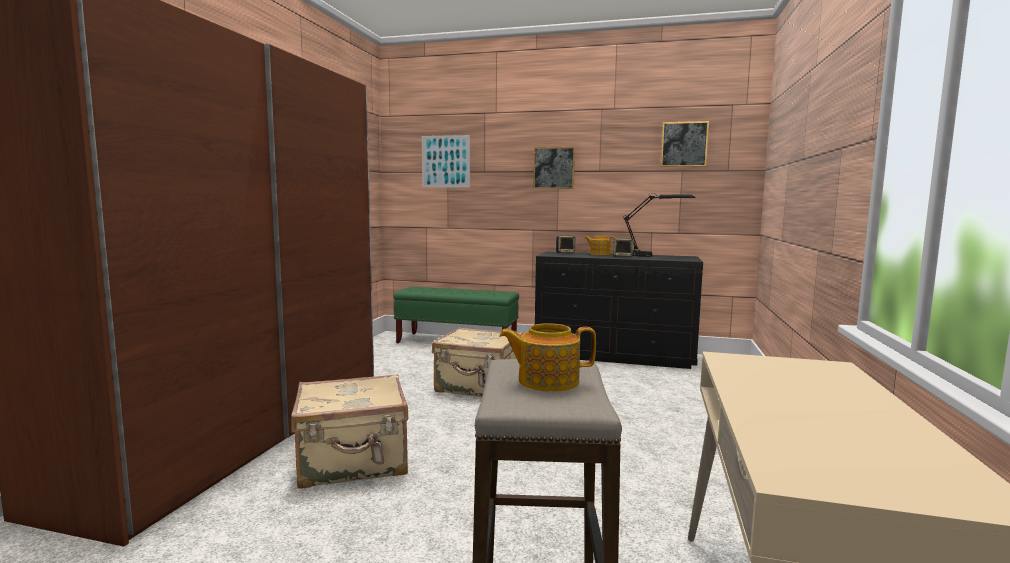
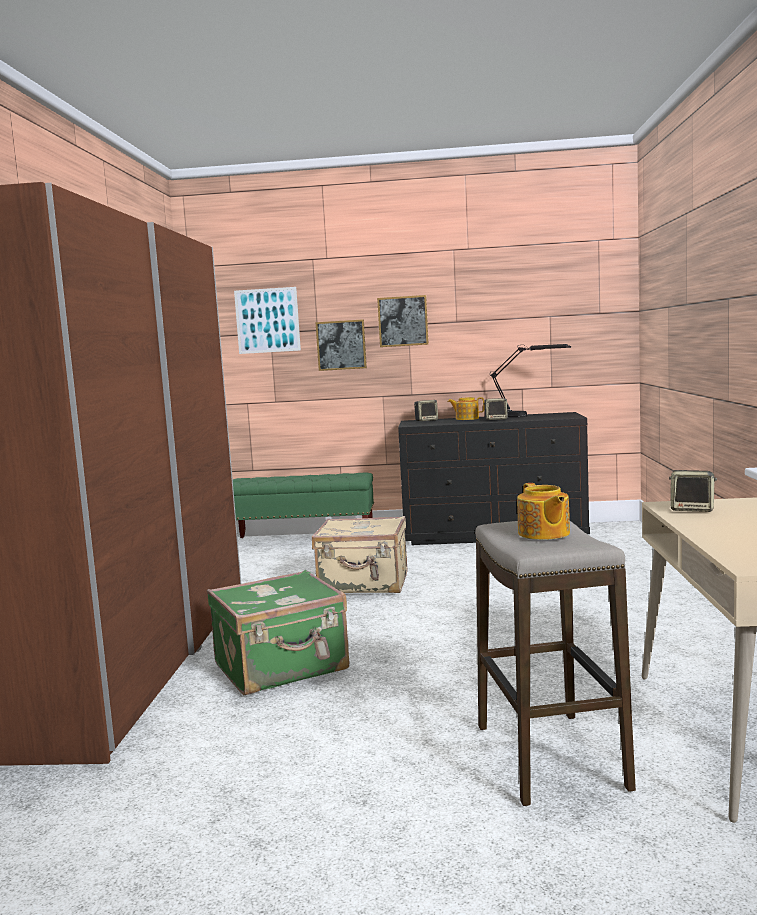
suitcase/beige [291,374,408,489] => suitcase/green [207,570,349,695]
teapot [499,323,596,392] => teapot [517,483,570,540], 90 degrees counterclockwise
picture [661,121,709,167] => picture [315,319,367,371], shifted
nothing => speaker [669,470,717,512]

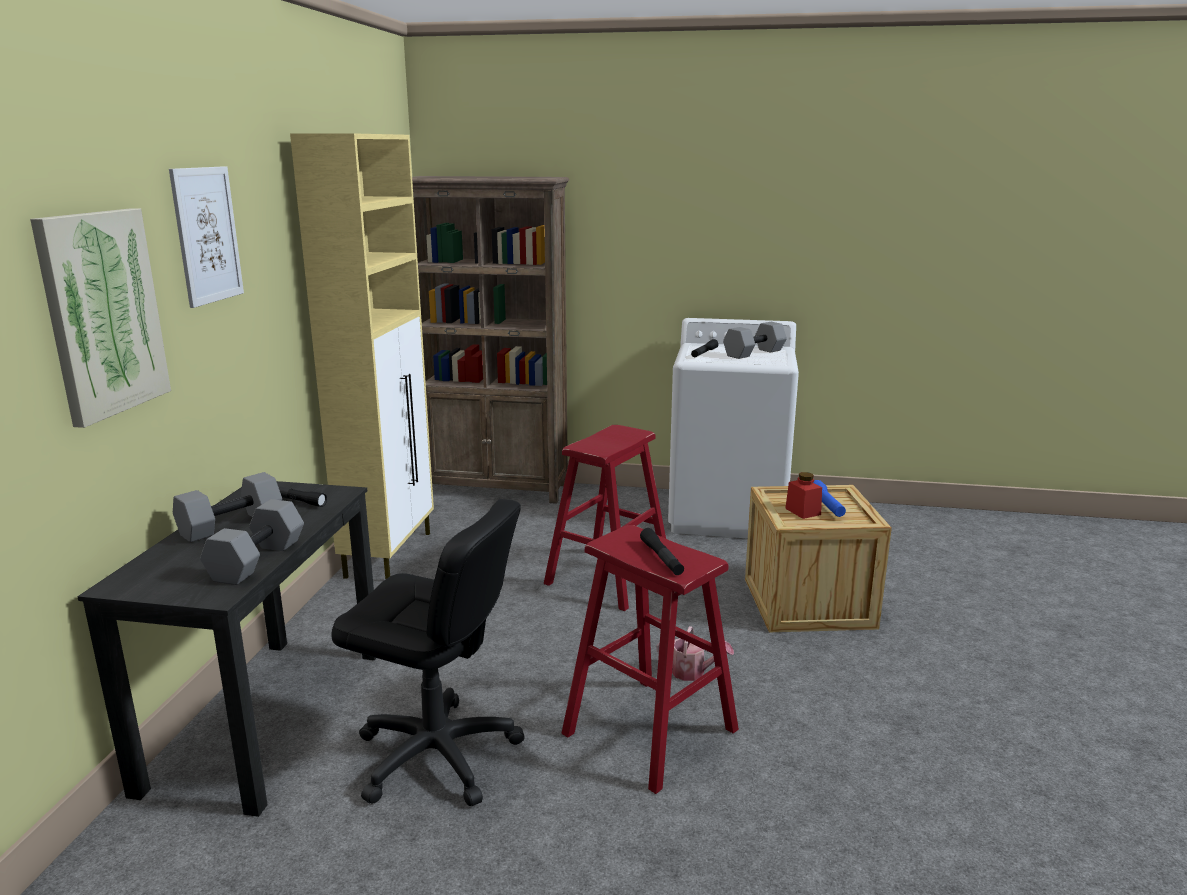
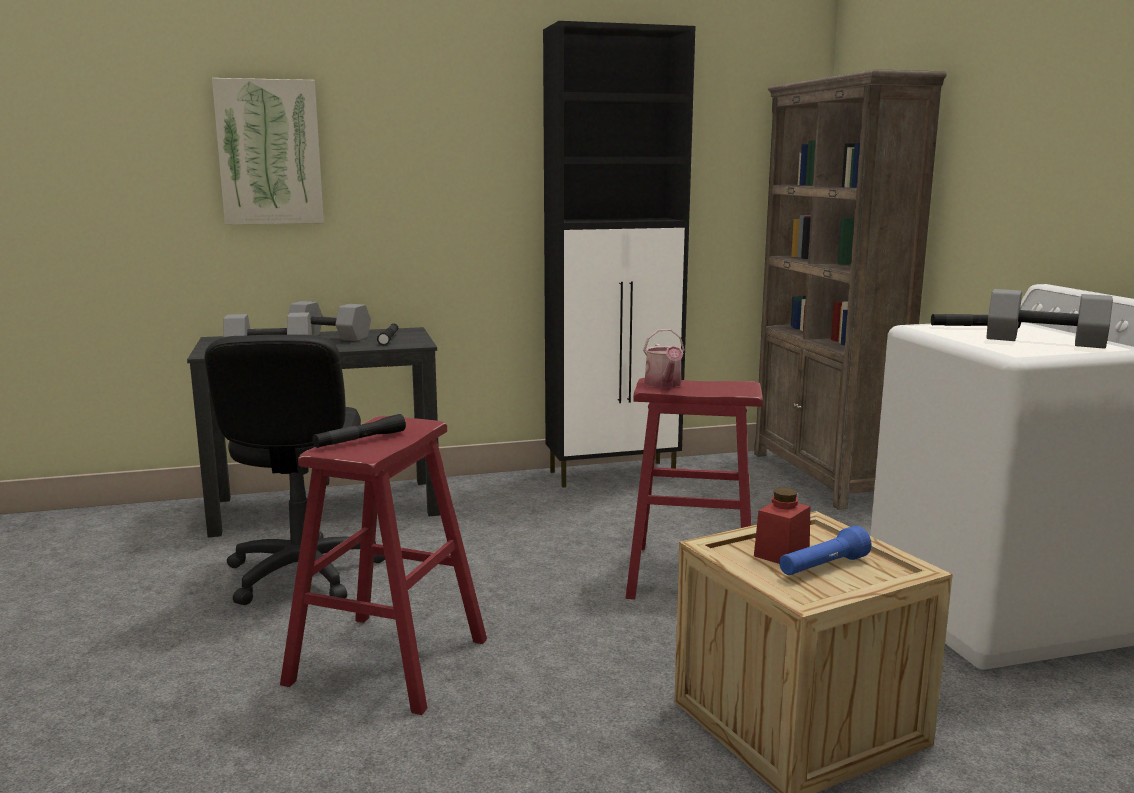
picture [169,166,244,308] => nothing
cabinet/beige [290,133,434,579] => cabinet/black [543,21,696,488]
watering can [657,626,734,681] => watering can [643,329,685,388], shifted

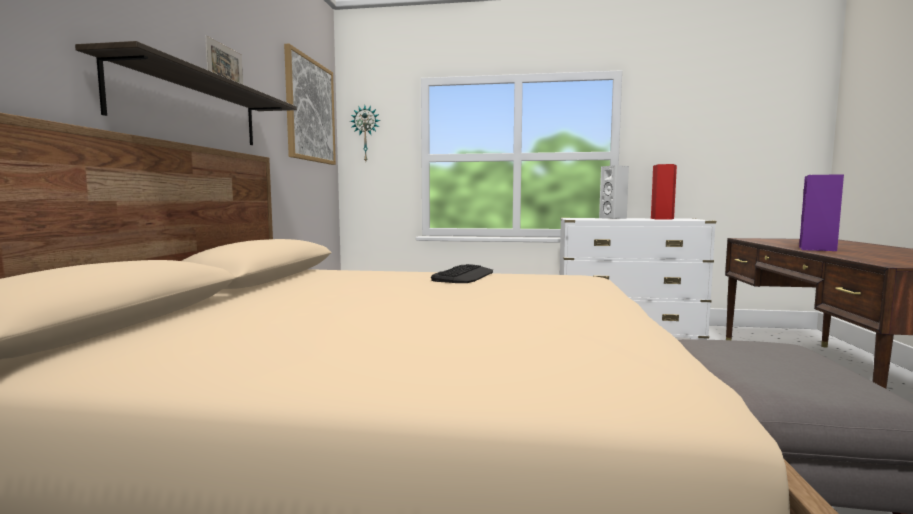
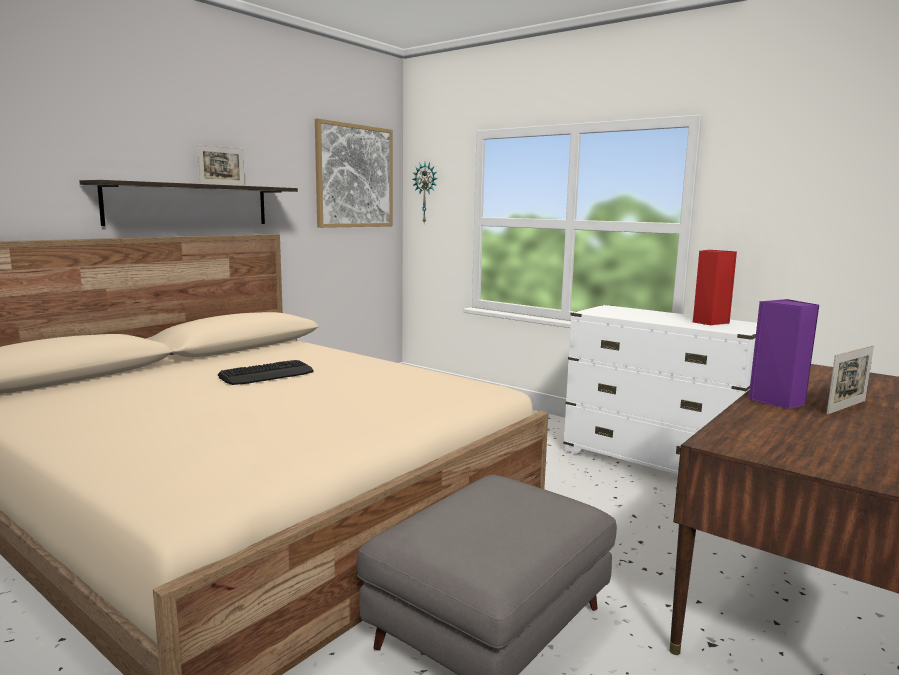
keyboard [431,264,493,283] => keyboard [218,360,314,385], shifted
speaker/white [599,165,629,219] => nothing
nothing => picture frame [826,345,874,414]

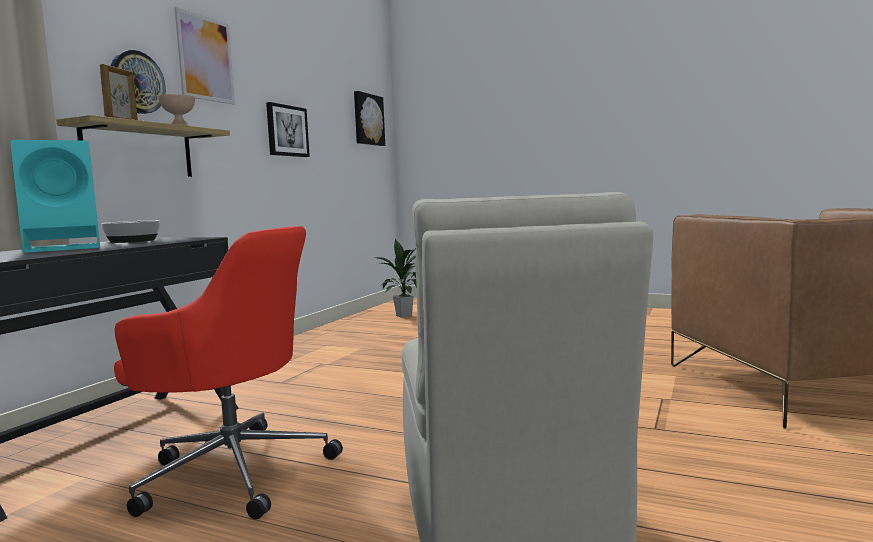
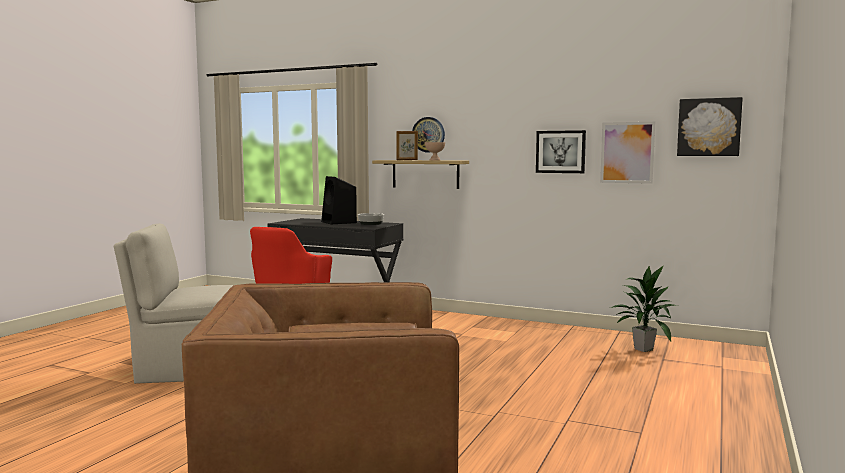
speaker/turquoise [10,140,100,253] => speaker/black [321,176,357,224]
picture [174,7,235,105] => picture [600,122,655,184], shifted

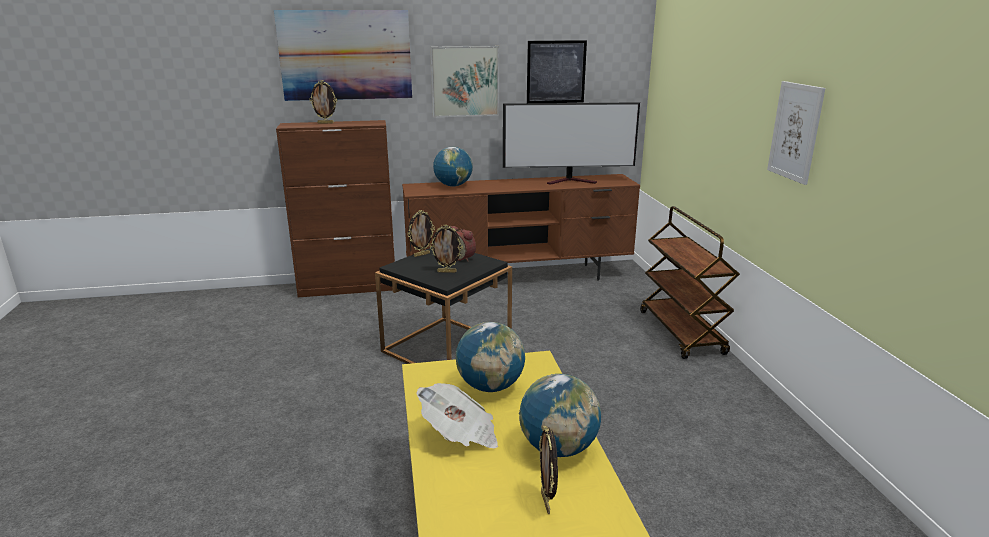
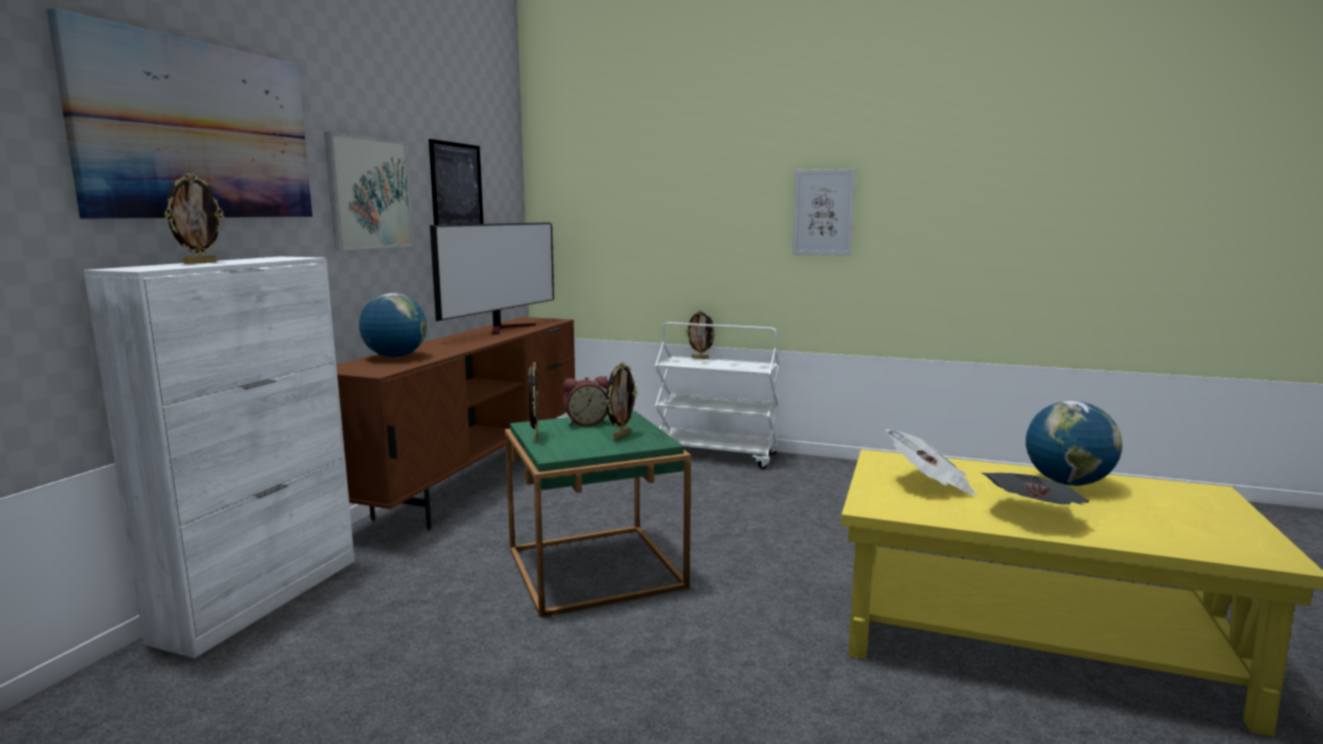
cabinet/brown [276,120,395,297] => cabinet/white [83,257,355,658]
side table/black [375,247,512,364] => side table/green [505,411,691,618]
globe [456,322,525,392] => newspaper [885,429,977,496]
picture frame [539,426,558,514] => picture frame [685,310,716,359], shifted
cart/brown [640,206,740,359] => cart/white [655,322,780,469]

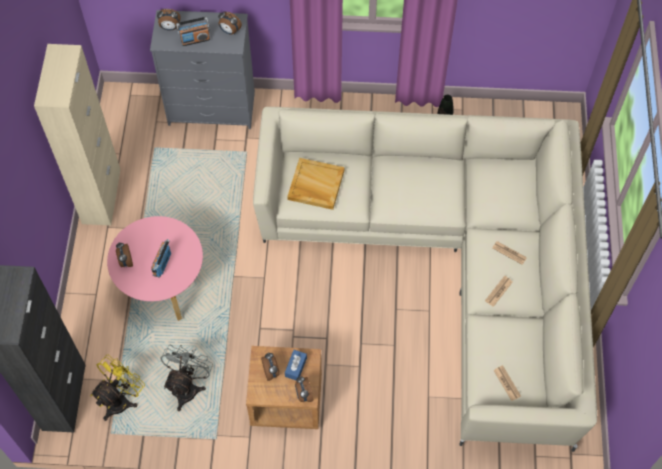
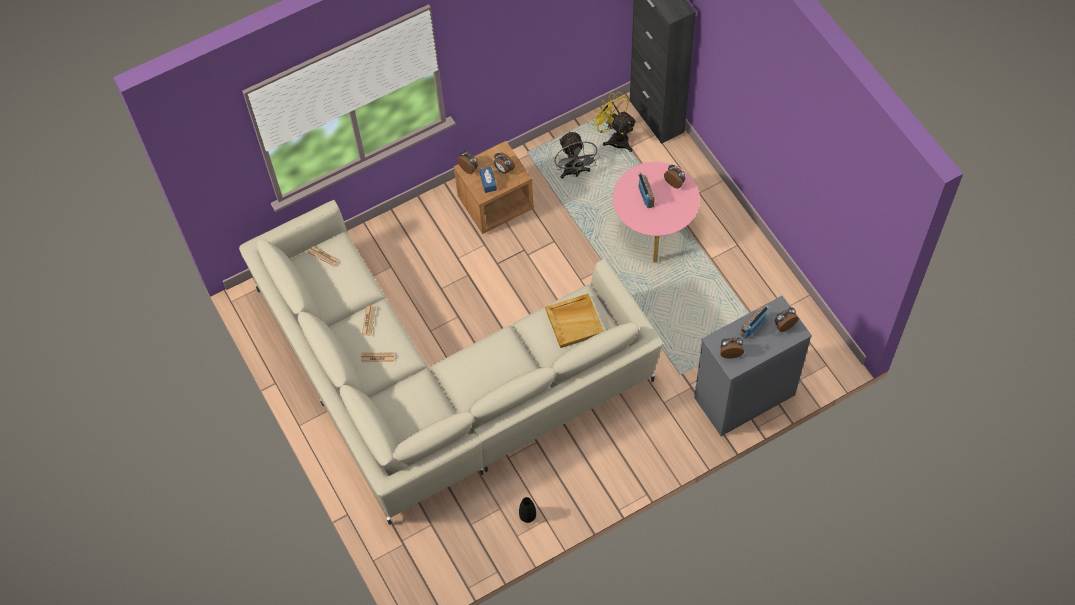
cabinet/beige [34,44,121,226] => nothing
fan/yellow [91,355,145,421] => fan/yellow [591,92,637,152], 135 degrees clockwise

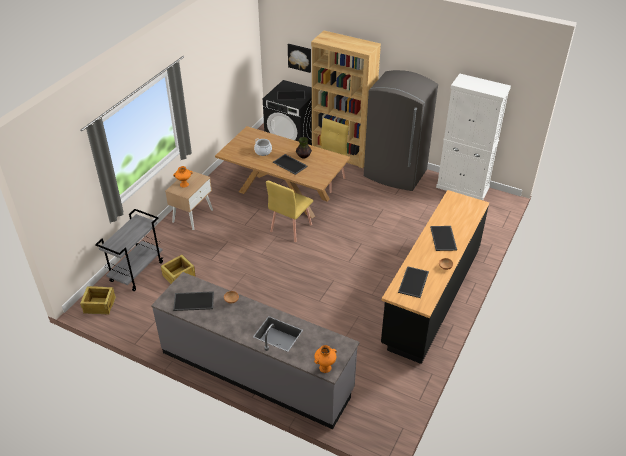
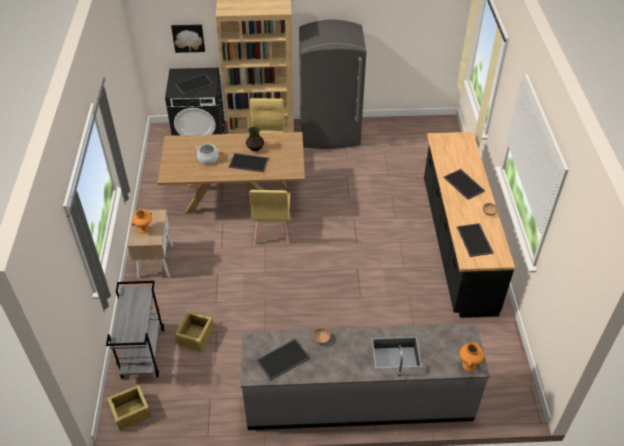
cabinet/white [436,74,511,200] => nothing

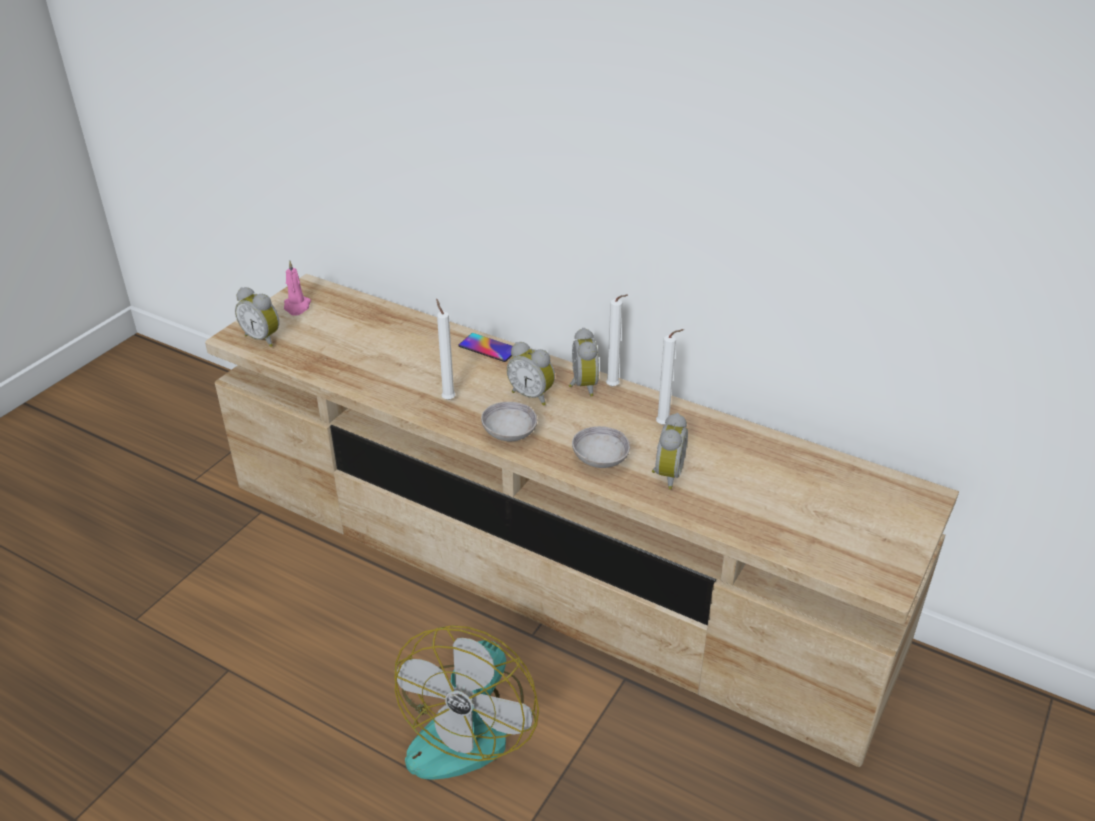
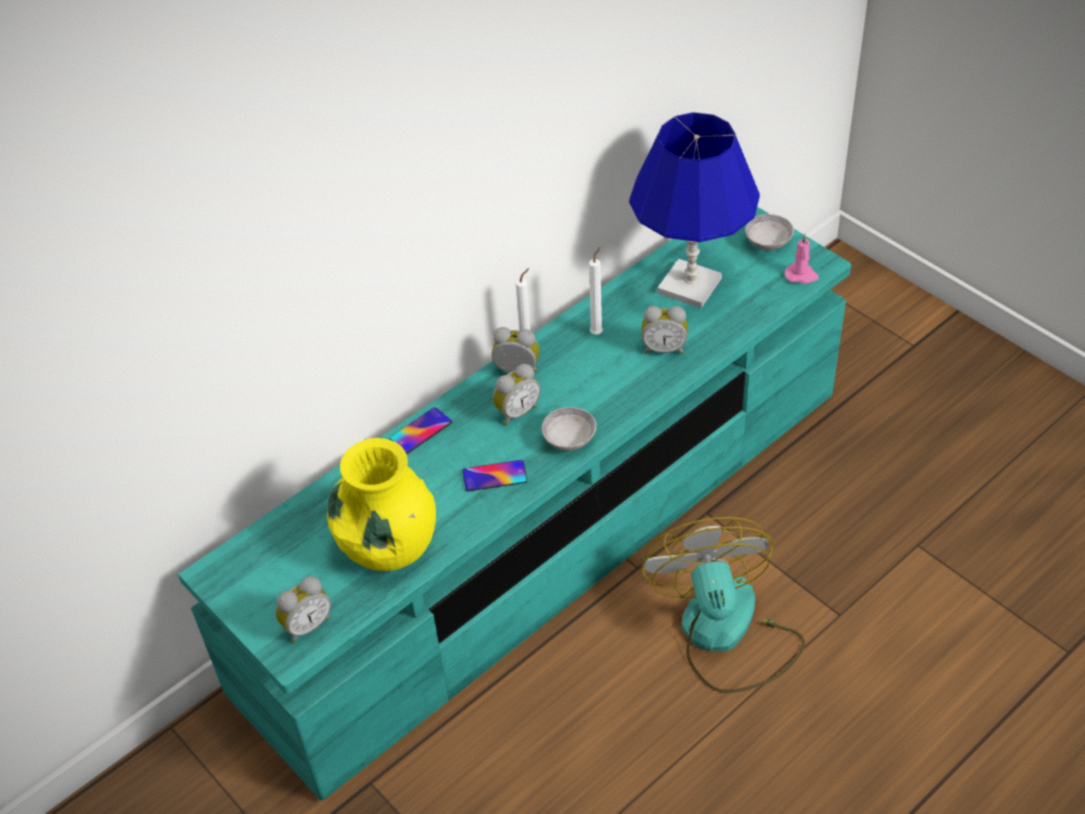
tv stand/beige [205,274,959,767] => tv stand/turquoise [178,207,851,800]
candle/pink [284,260,311,316] => candle/pink [785,234,819,284], shifted
fan [394,625,539,780] => fan [641,517,805,693], 135 degrees counterclockwise
candle/white [436,299,455,400] => phone [462,460,527,491]
bowl/grey [572,426,630,468] => bowl/grey [745,214,794,251], shifted
alarm clock [652,413,688,489] => alarm clock [642,306,688,354], 150 degrees clockwise
nothing => vase/yellow [327,438,436,571]
nothing => table lamp/blue [629,112,760,308]

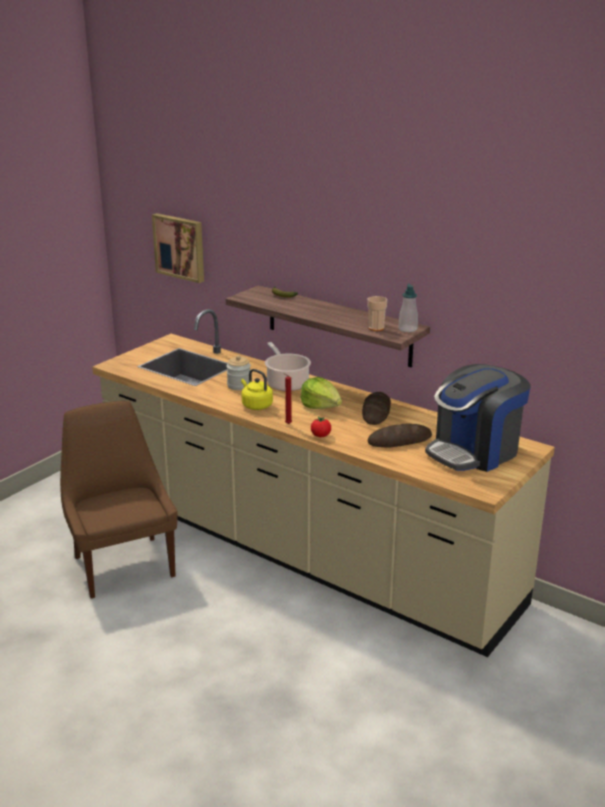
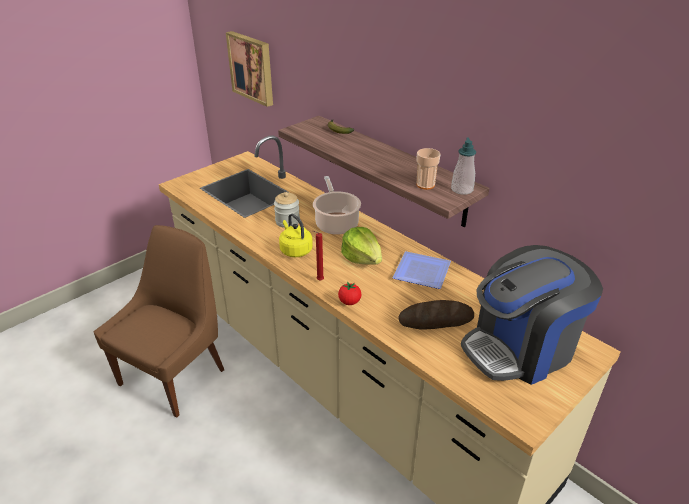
chair/brown [60,401,178,599] => chair/brown [94,225,224,418], 45 degrees clockwise
bread [362,392,391,425] => plate [392,251,451,289]

